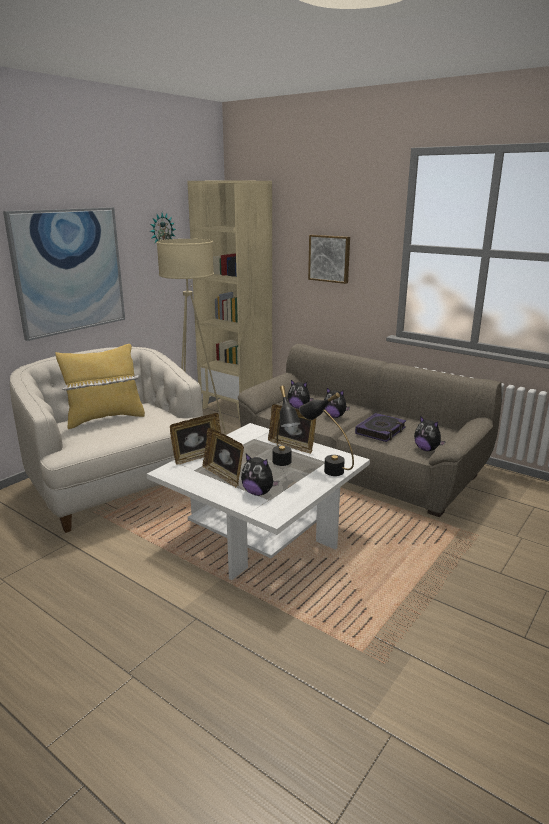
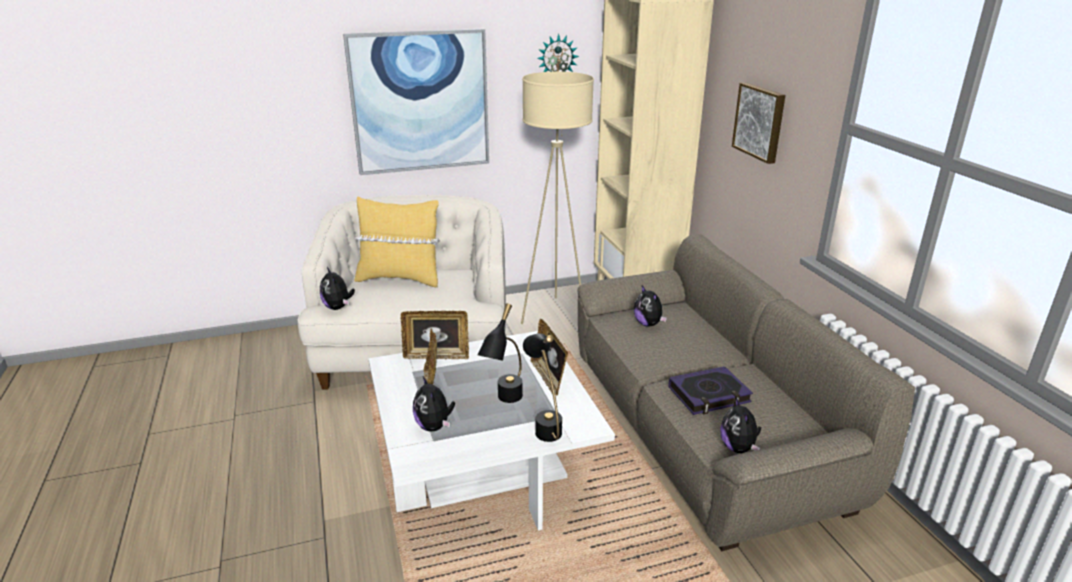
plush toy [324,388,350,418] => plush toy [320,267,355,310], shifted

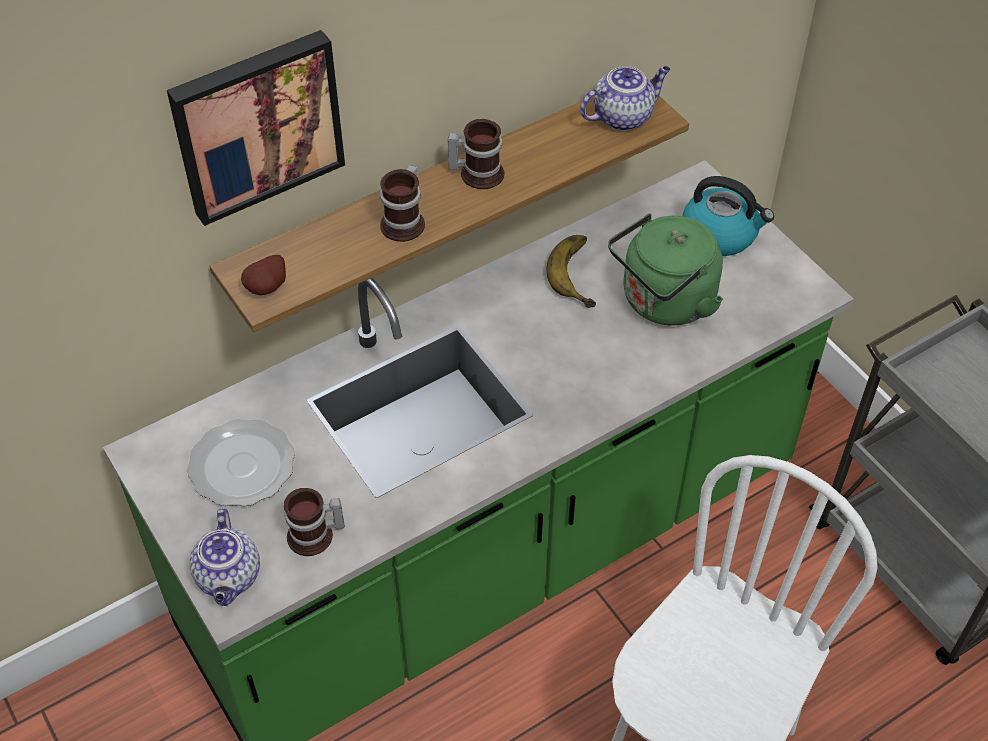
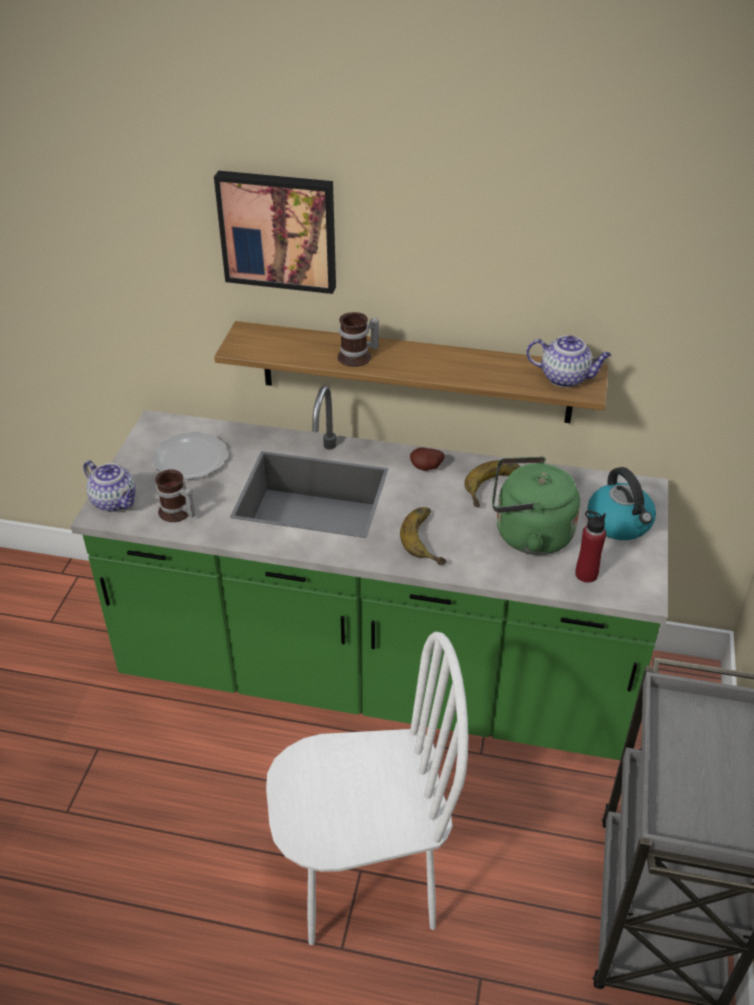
teapot [189,508,260,606] => teapot [83,460,136,512], 90 degrees counterclockwise
potato [241,255,286,295] => potato [410,447,445,471], shifted
mug [448,119,504,189] => nothing
nothing => banana [400,507,446,565]
nothing => bottle/red [575,510,606,583]

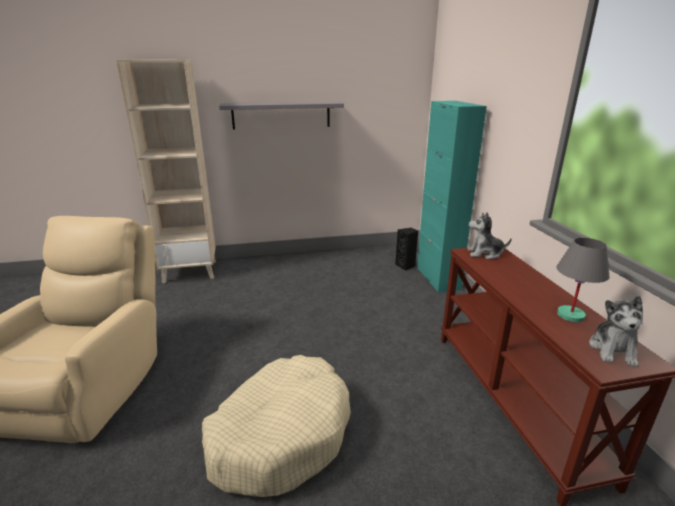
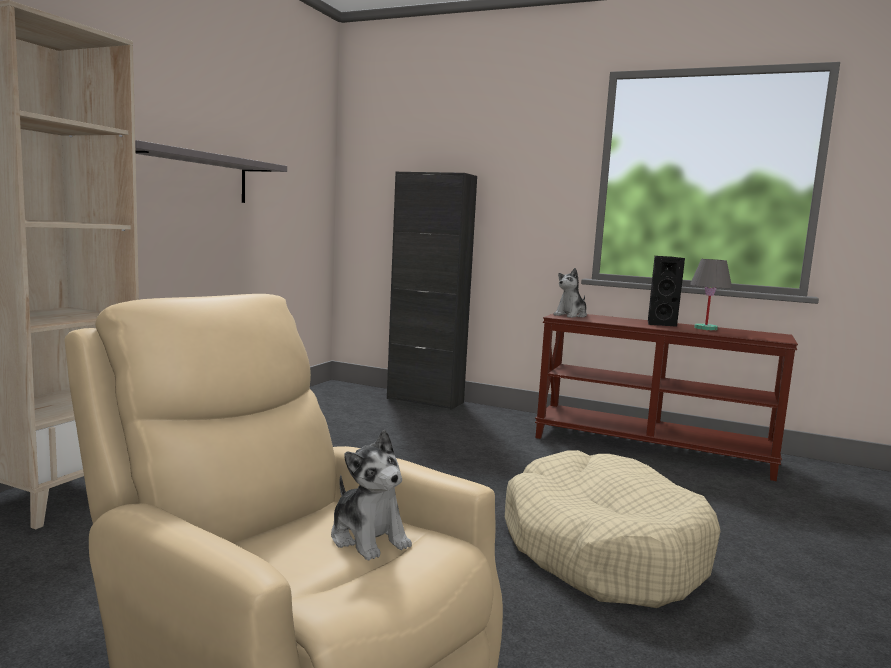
speaker/black [395,228,418,271] => speaker/black [648,256,685,327], shifted
cabinet/turquoise [417,101,487,293] => cabinet/black [387,172,477,410]
plush toy [589,296,643,367] => plush toy [331,430,412,560], shifted

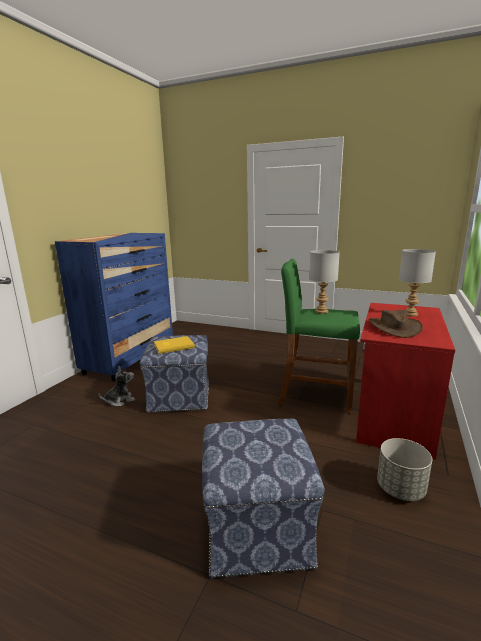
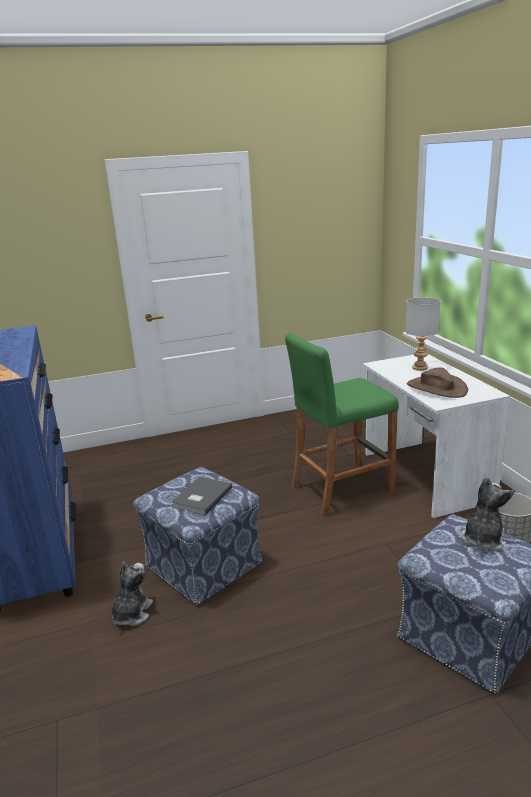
book/yellow [154,336,195,354] => book/grey [171,477,232,515]
table lamp/grey [309,250,340,314] => nothing
desk/red [356,303,455,460] => desk/white [363,354,510,518]
nothing => plush toy [461,477,514,552]

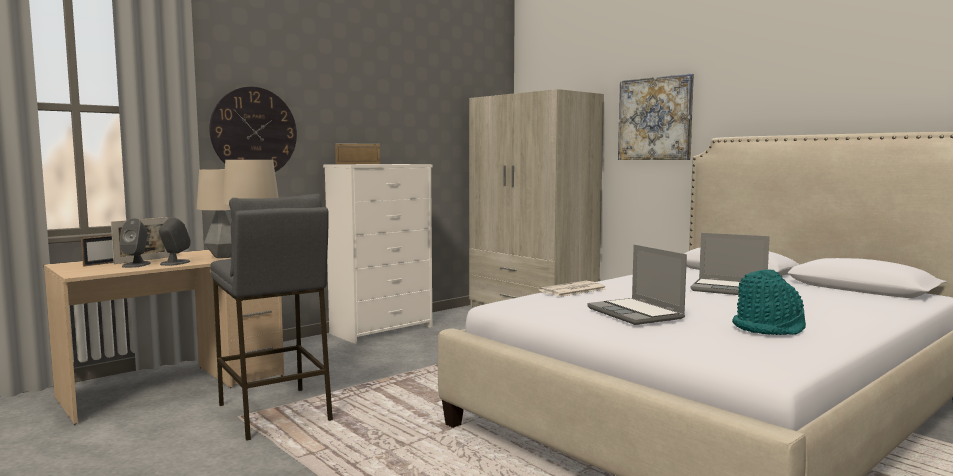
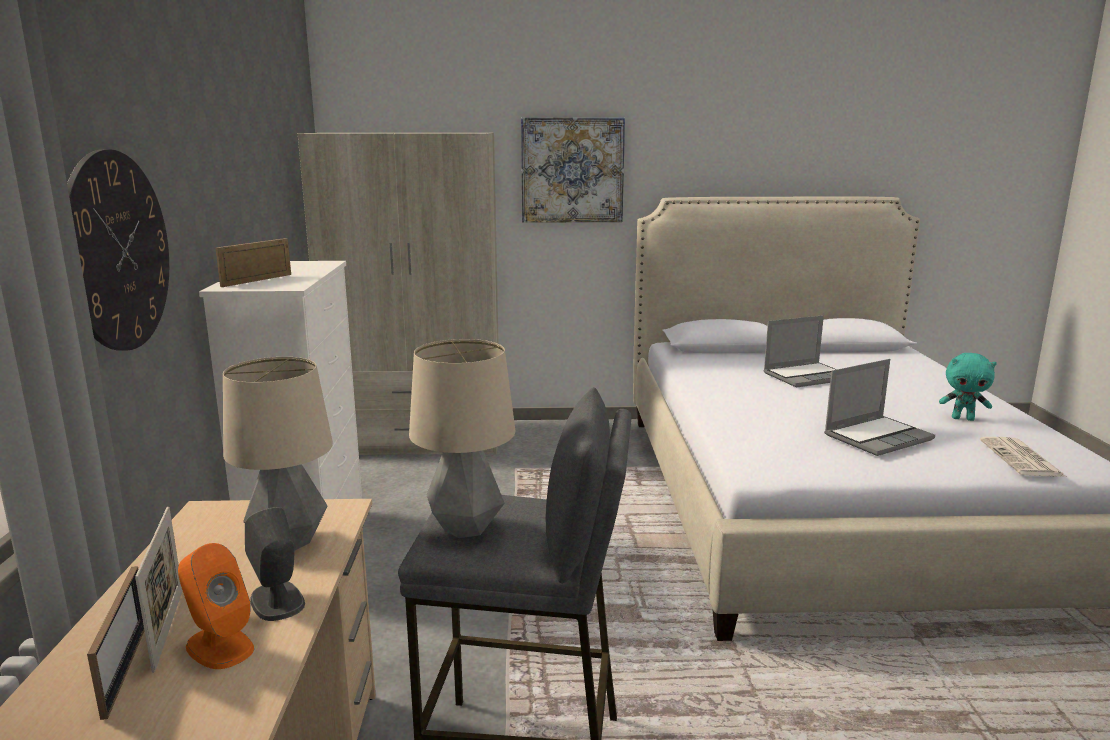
speaker/grey [119,218,151,268] => speaker/orange [178,543,254,669]
newspaper [539,281,606,297] => newspaper [979,437,1066,477], shifted
laptop [587,245,687,325] => laptop [824,359,935,456], 45 degrees counterclockwise
hat/turquoise [732,269,806,335] => plush toy/turquoise [939,353,997,421]

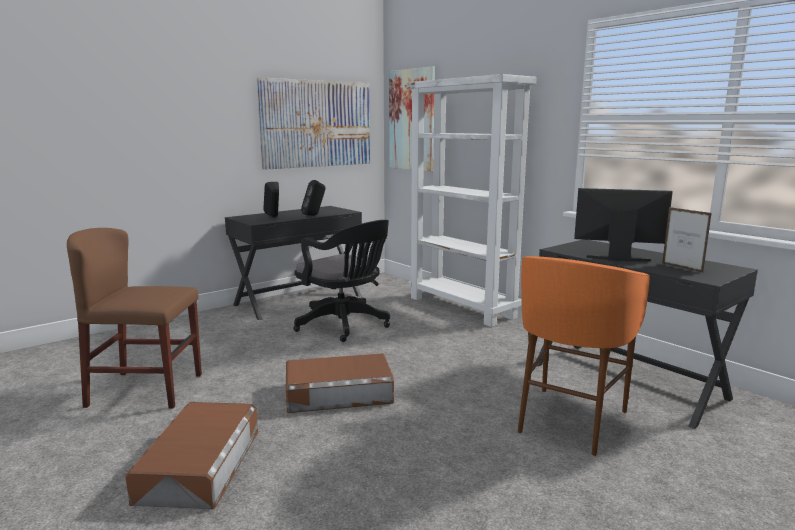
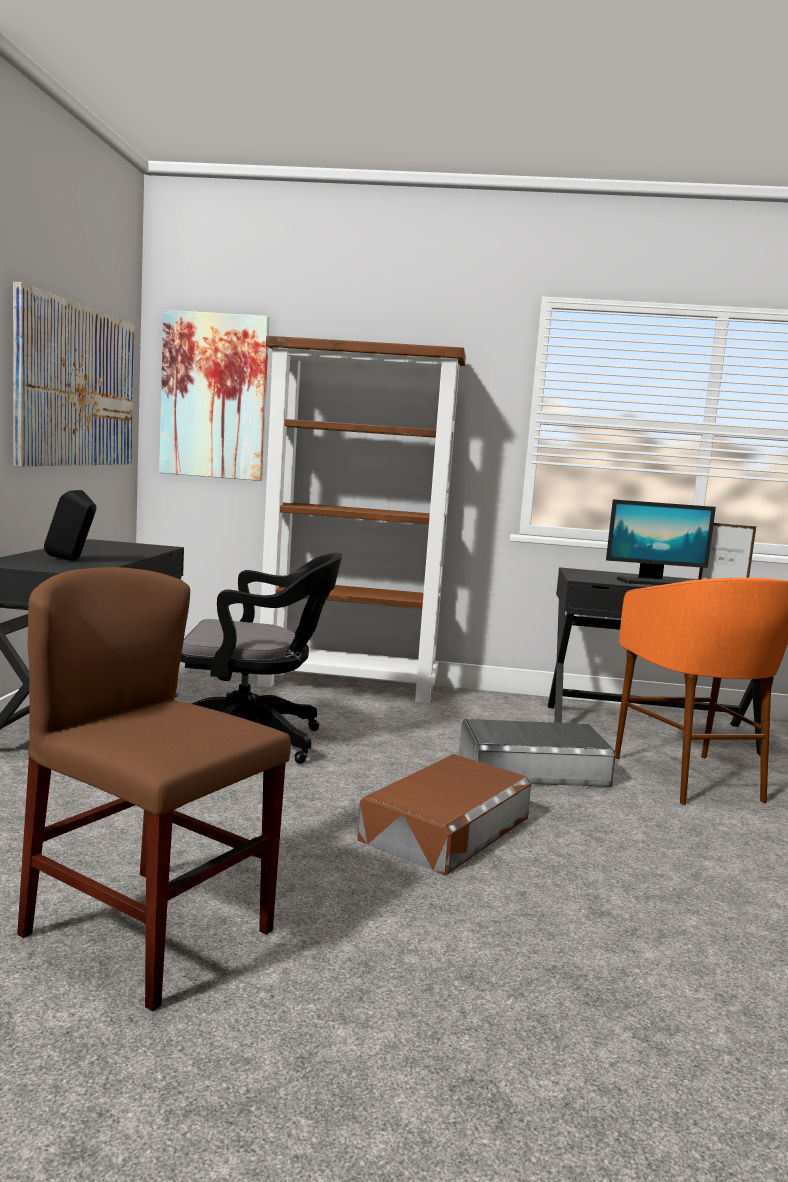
chair/brown [67,228,202,408] => chair/brown [17,567,291,1011], 75 degrees clockwise
storage box/brown [125,402,258,509] => nothing
speaker/black [301,180,325,216] => nothing
bookcase/white [407,74,537,327] => bookcase/brown [257,336,466,703]
monitor [574,188,673,262] => monitor [606,499,716,585], 150 degrees counterclockwise
nothing => storage box/grey [459,719,616,787]

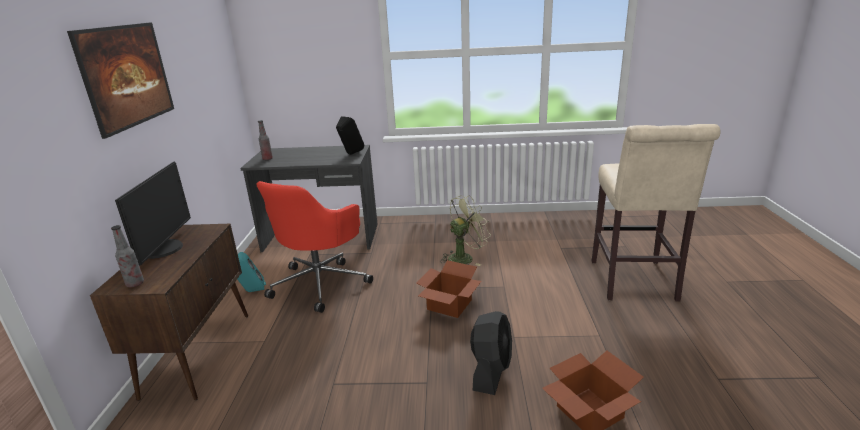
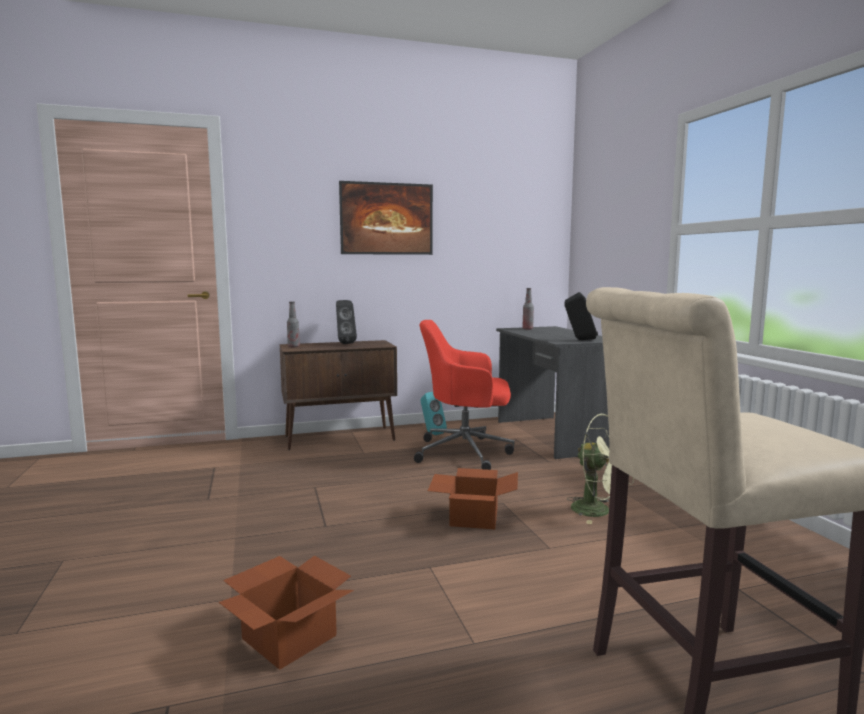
monitor [115,161,191,266] => speaker/black [336,300,357,344]
fan/black [470,311,512,395] => nothing

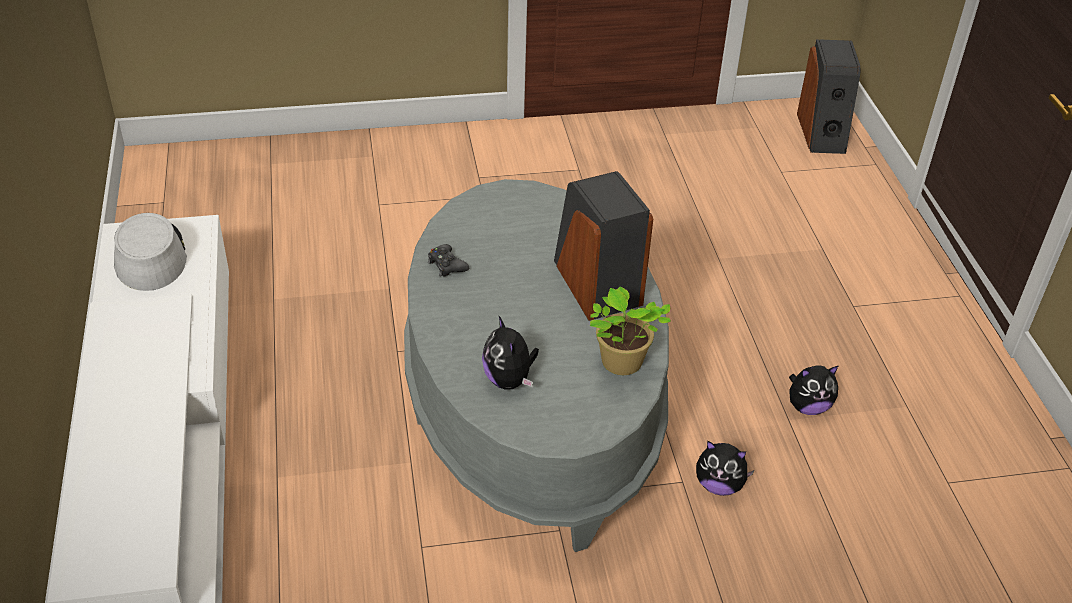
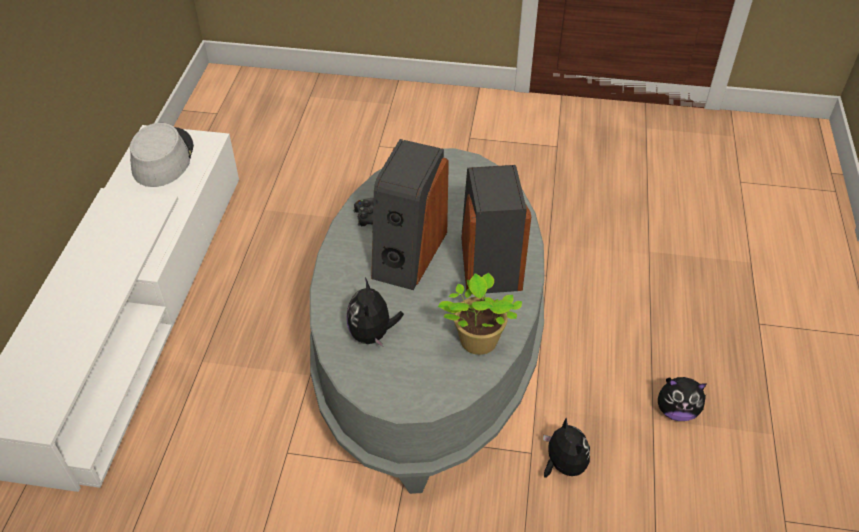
plush toy [696,441,755,496] => plush toy [543,417,590,478], 150 degrees counterclockwise
speaker [797,39,860,154] => speaker [371,139,449,290], shifted

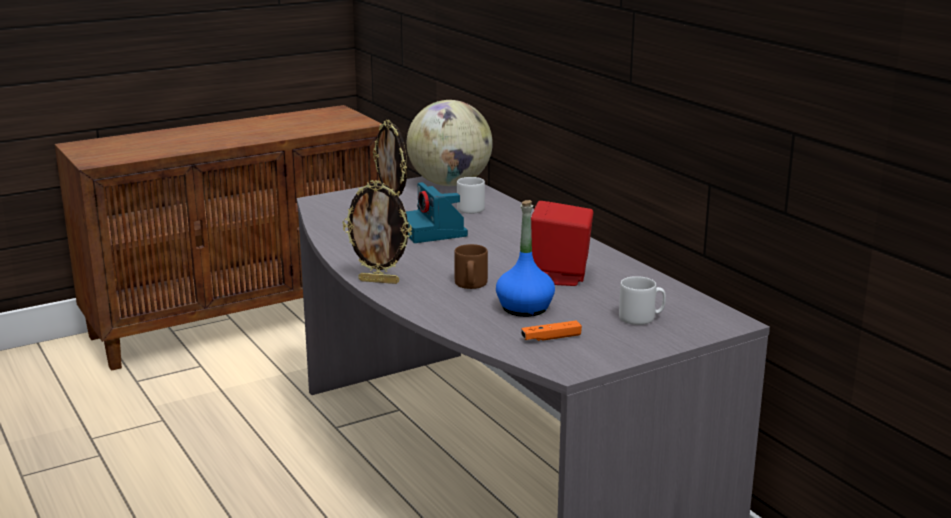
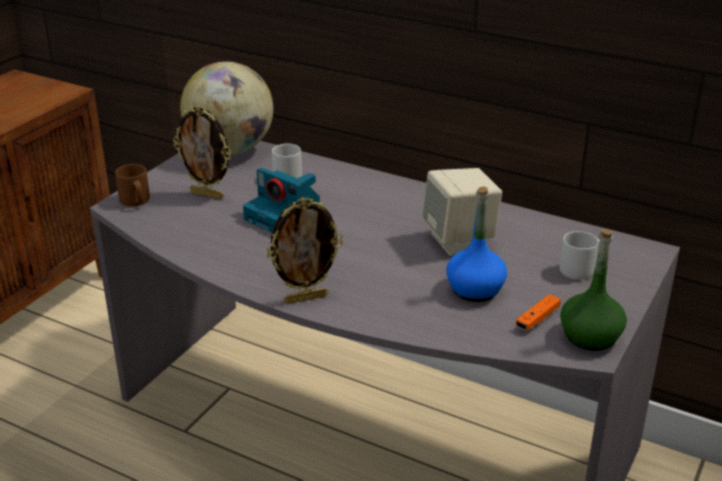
mug/brown [454,244,488,289] => mug/brown [115,164,150,206], shifted
speaker/red [531,201,594,286] => speaker/beige [422,168,502,256]
nothing => bottle/green [560,229,627,351]

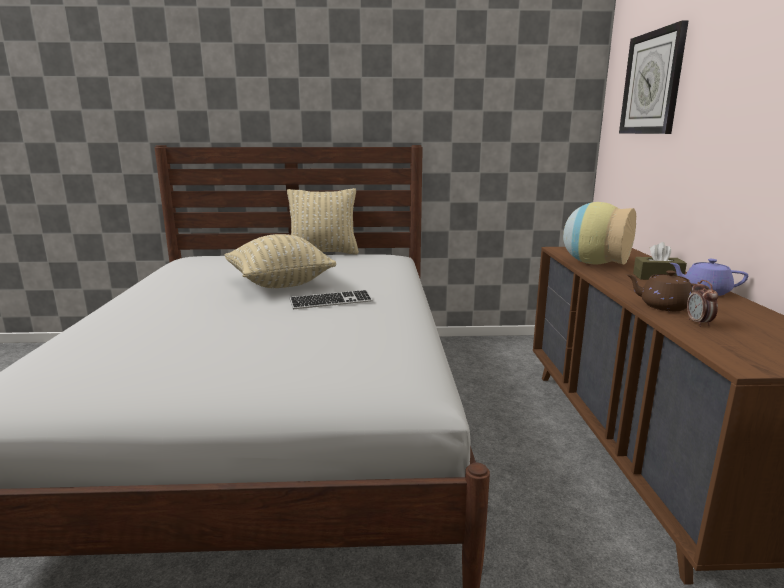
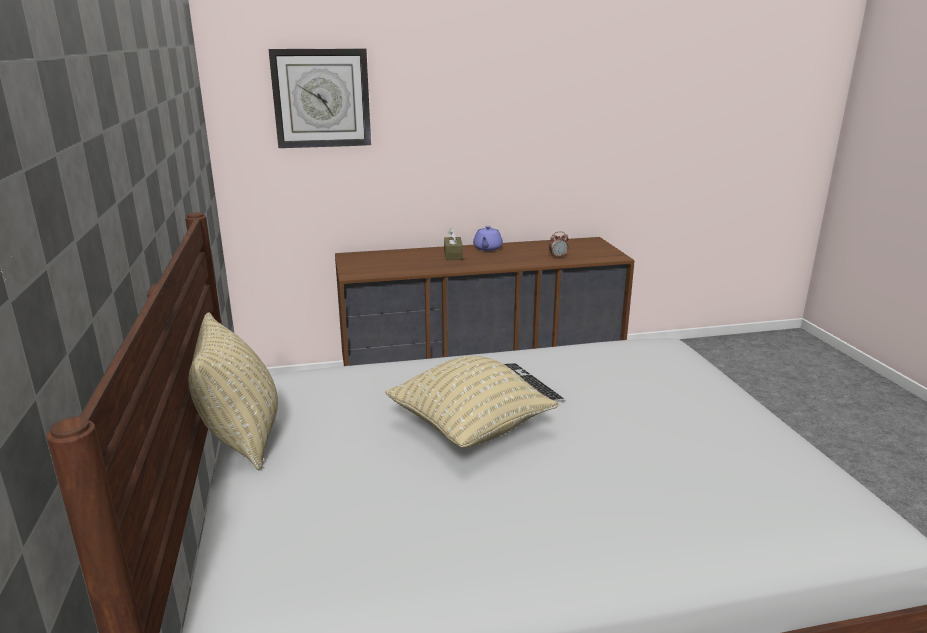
vase [563,202,636,265] => nothing
teapot/brown [626,270,709,311] => nothing

